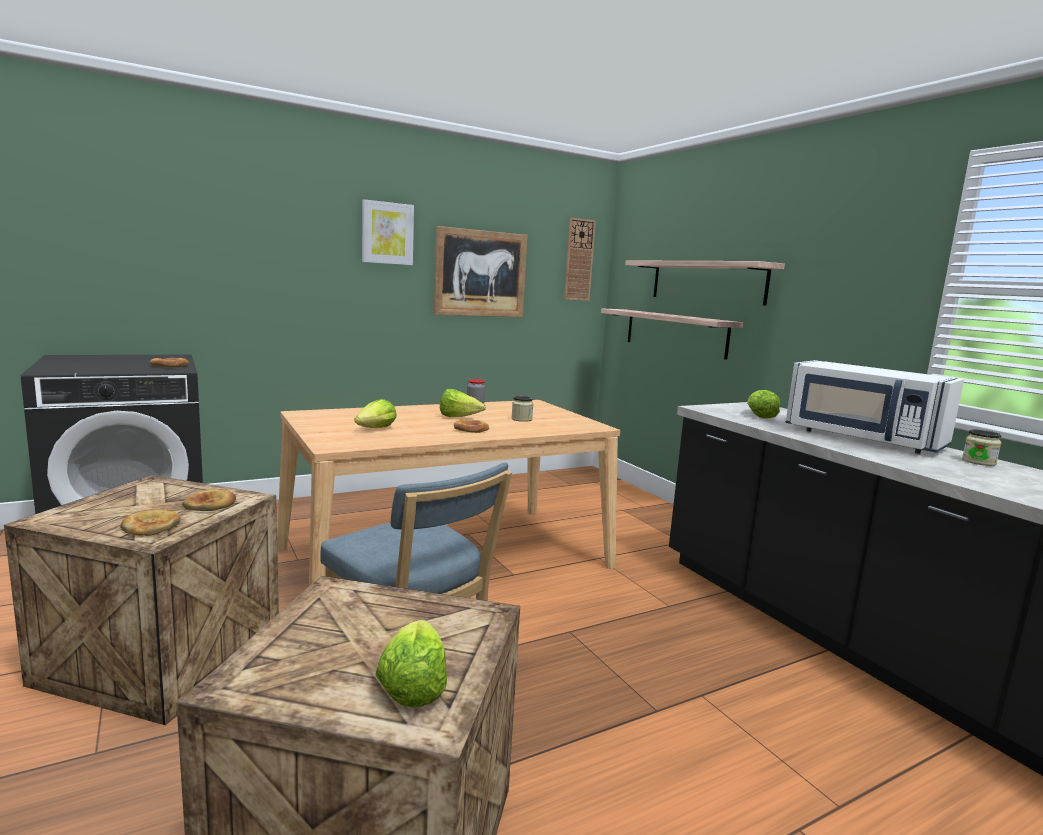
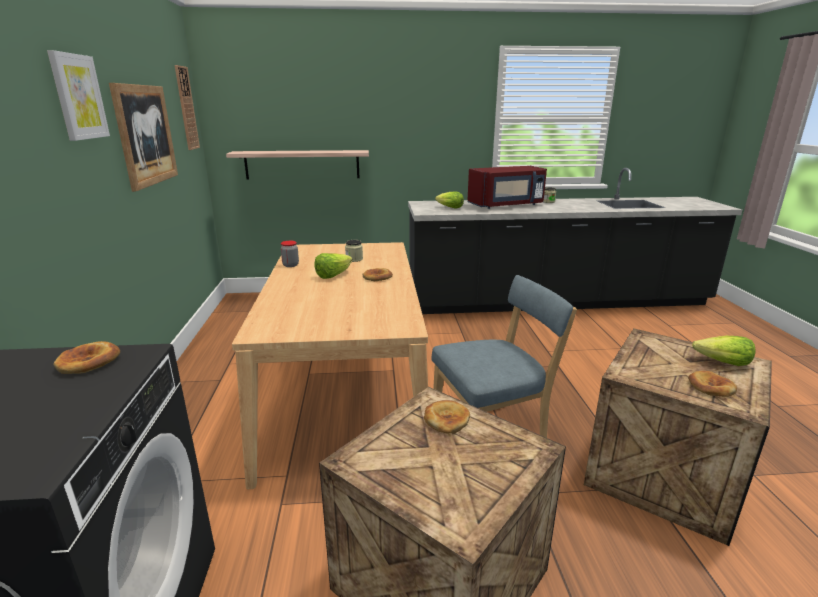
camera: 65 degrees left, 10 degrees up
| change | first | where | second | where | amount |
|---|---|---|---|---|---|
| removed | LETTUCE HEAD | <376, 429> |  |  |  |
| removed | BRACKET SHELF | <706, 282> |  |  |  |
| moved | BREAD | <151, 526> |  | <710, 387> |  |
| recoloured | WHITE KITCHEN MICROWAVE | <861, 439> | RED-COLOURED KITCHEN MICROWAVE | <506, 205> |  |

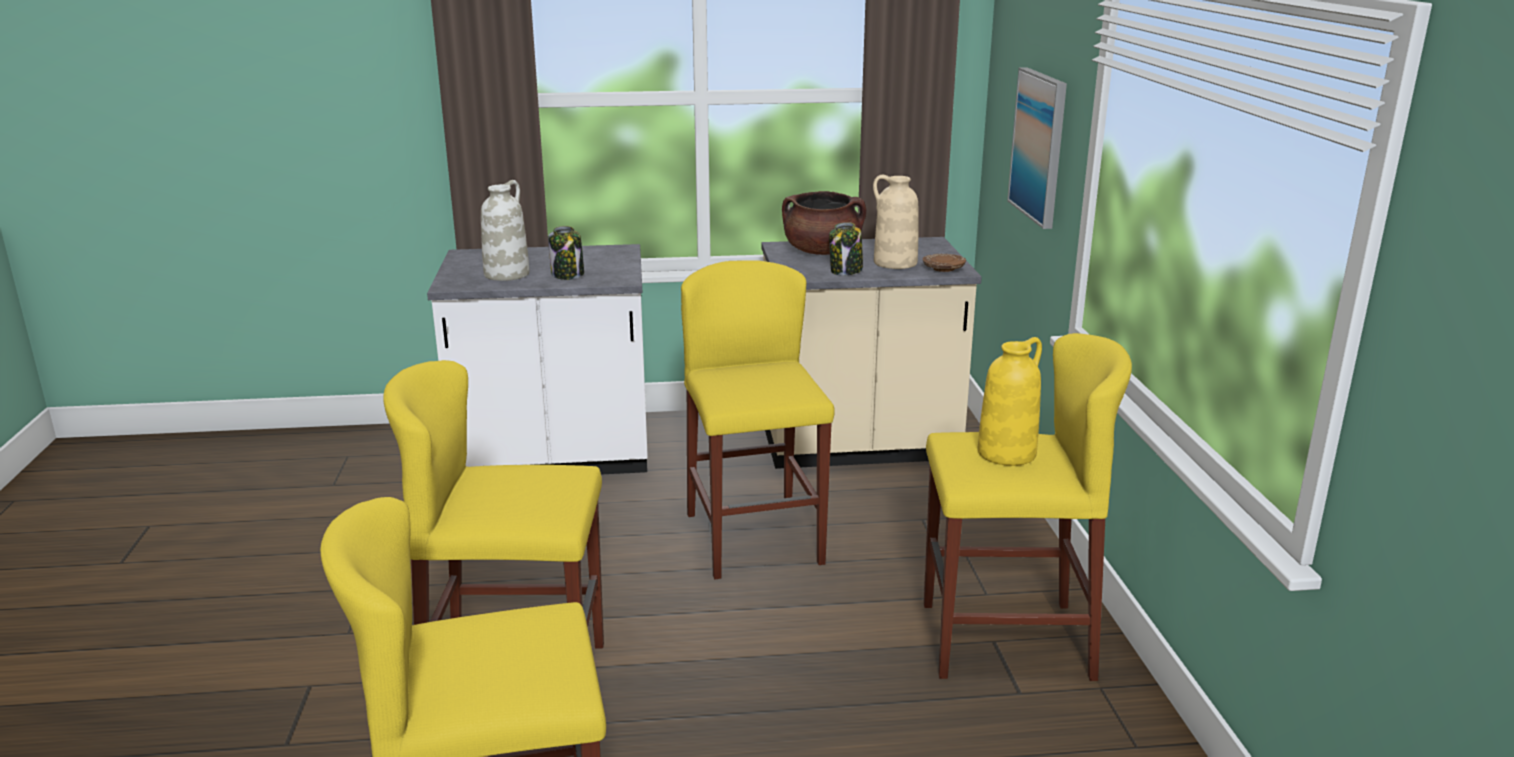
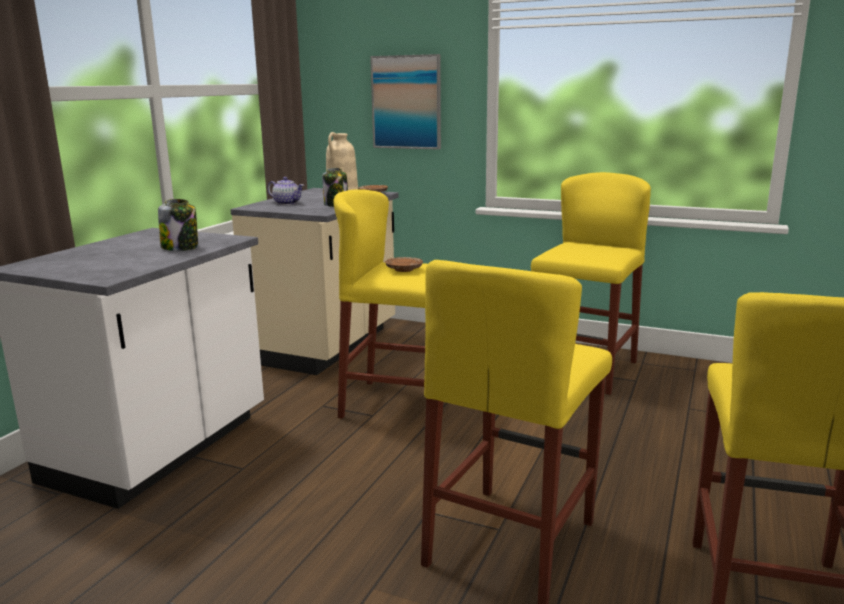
camera: 60 degrees left, 5 degrees down
| change | first | where | second | where | amount |
|---|---|---|---|---|---|
| removed | WHITE DECORATIVE VASE | <507, 274> |  |  |  |
| removed | YELLOWISH DECORATIVE VASE | <1007, 452> |  |  |  |
| added |  |  | BROWN FLAT DISH | <404, 270> |  |
| replaced | BROWN COOKING POT | <822, 252> | POT FOR TEA | <287, 203> |  |

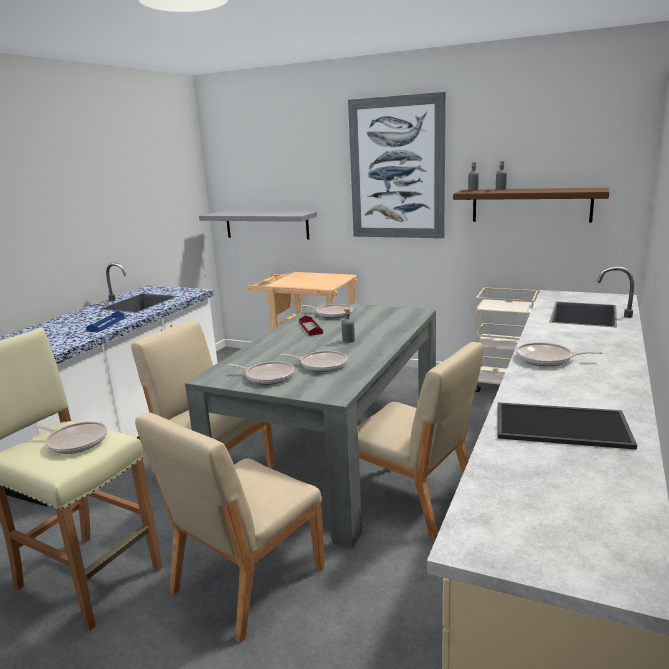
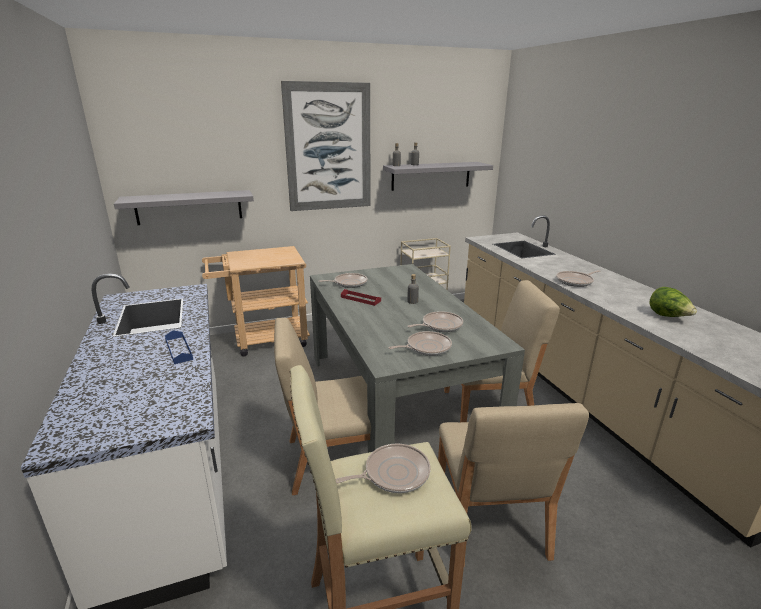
camera: 45 degrees left, 5 degrees up
| change | first | where | second | where | amount |
|---|---|---|---|---|---|
| replaced | CARRYING TRAY | <562, 425> | LETTUCE HEAD | <668, 316> |  |
| recoloured | BROWN BRACKET SHELF | <531, 205> | GREY BRACKET SHELF | <431, 176> |  |

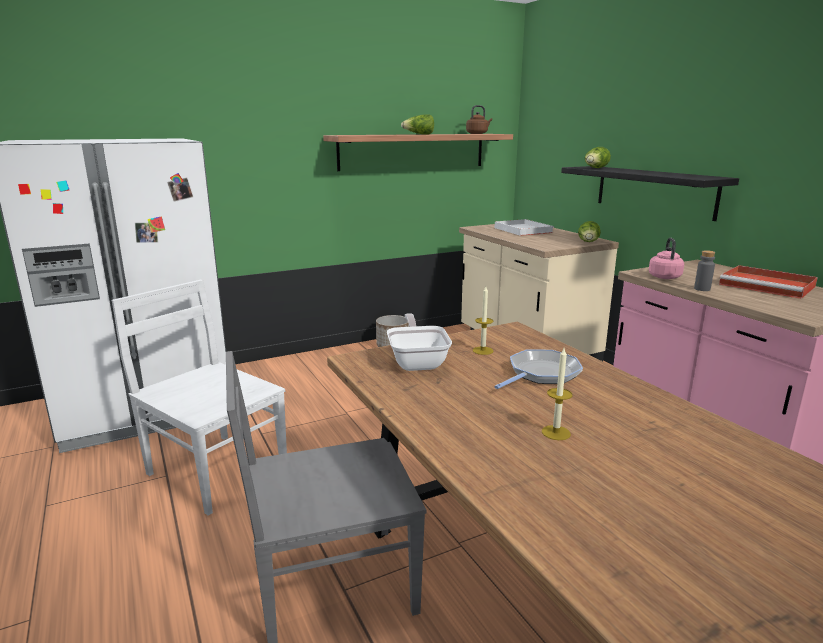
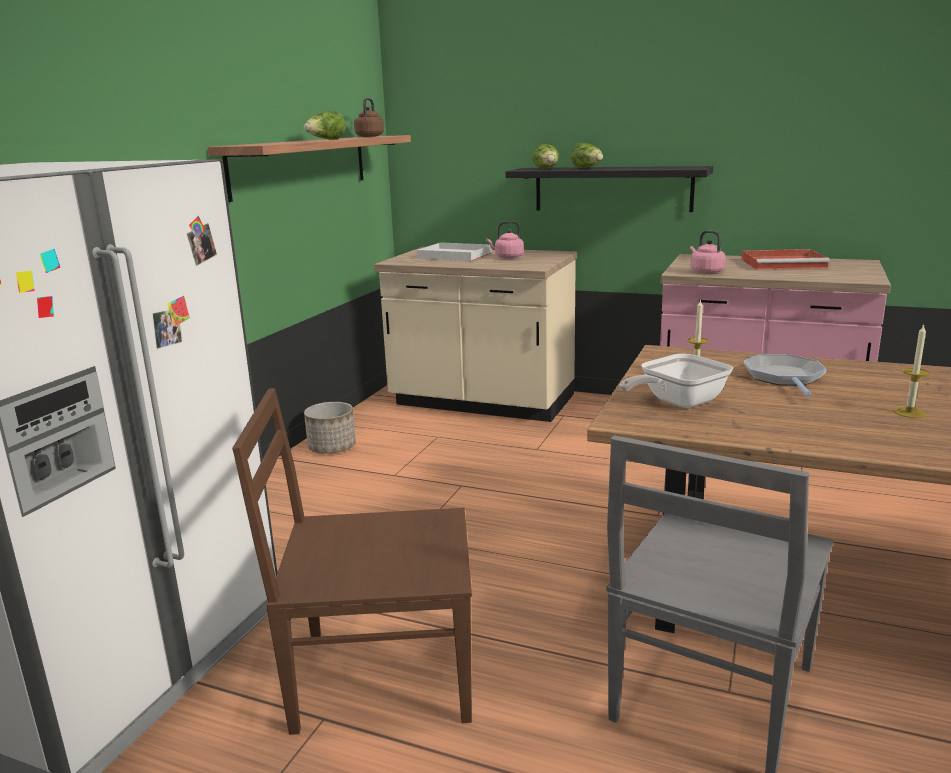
camera: 40 degrees left, 0 degrees up
| change | first | where | second | where | amount |
|---|---|---|---|---|---|
| removed | GREY BOTTLE | <702, 289> |  |  |  |
| added |  |  | PINKISH KETTLE | <507, 257> |  |
| moved | LETTUCE HEAD | <588, 243> |  | <588, 168> |  |
| recoloured | WHITE PLAIN CHAIR | <215, 470> | BROWN PLAIN CHAIR | <379, 675> |  |
| turned | PAN | <417, 361> |  | <677, 402> | 75 degrees counterclockwise |

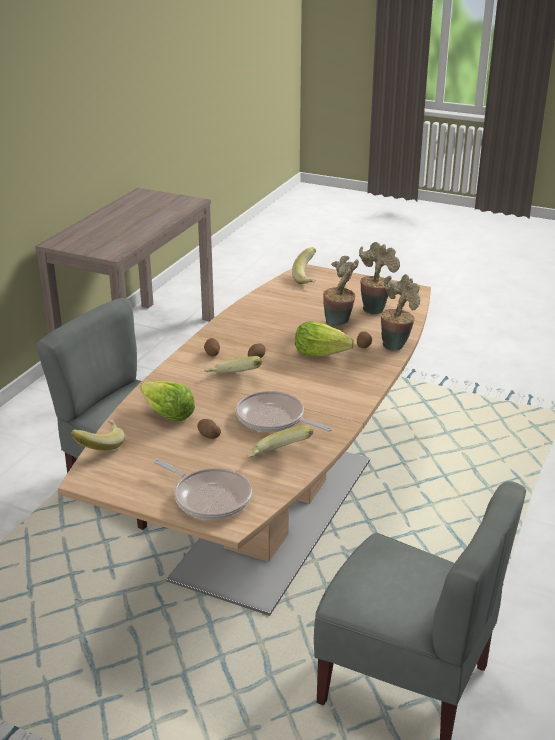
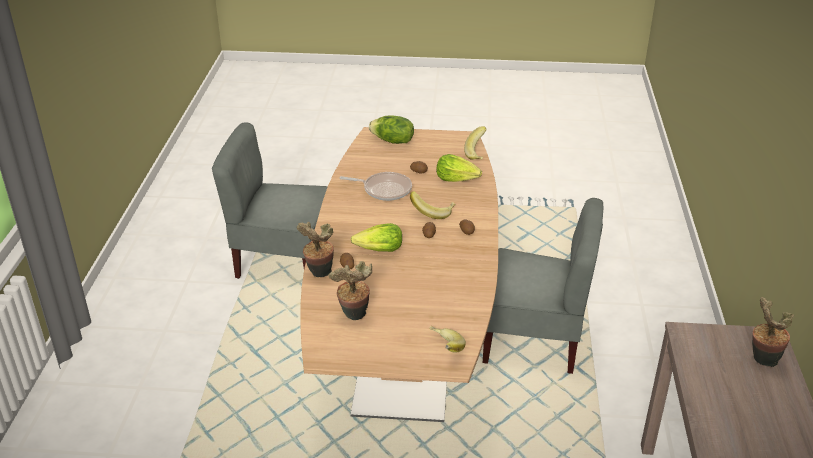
camera: 160 degrees right, 5 degrees up
| change | first | where | second | where | amount |
|---|---|---|---|---|---|
| removed | BANANA FRUIT | <279, 457> |  |  |  |
| moved | PLANT IN A POT | <339, 323> |  | <762, 359> |  |
| replaced | PAN | <209, 497> | LETTUCE HEAD | <392, 141> |  |

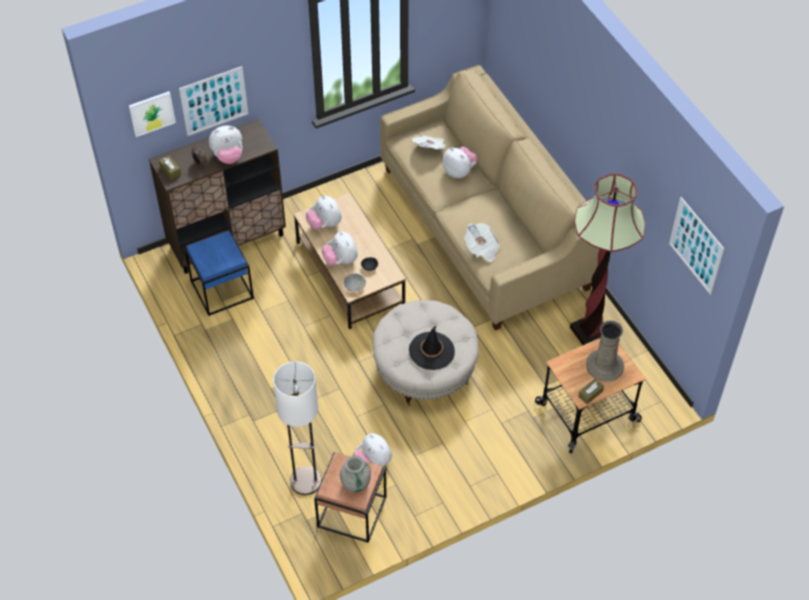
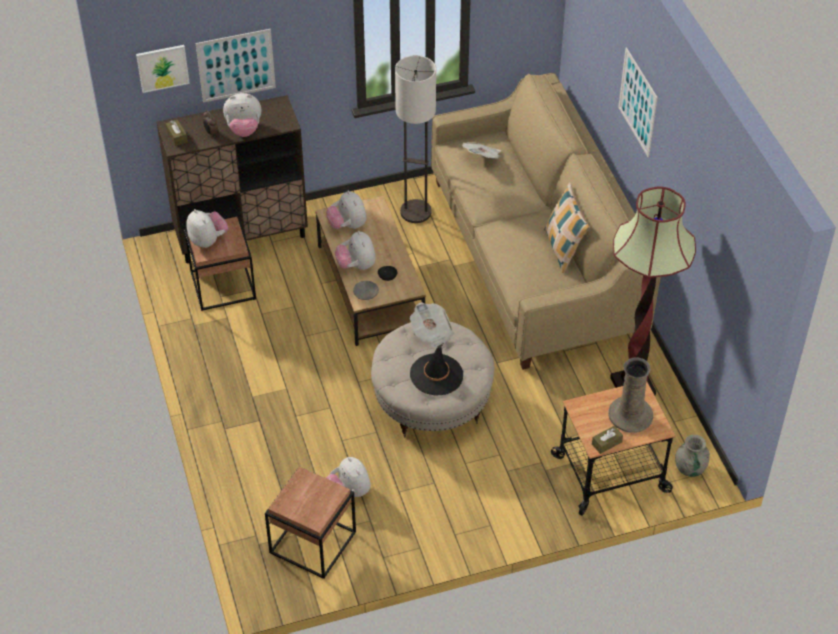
camera: 10 degrees right, 5 degrees down
| change | first | where | second | where | amount |
|---|---|---|---|---|---|
| added |  |  | PILLOW | <563, 249> |  |
| moved | FLOOR LAMP | <305, 481> |  | <415, 212> |  |
| moved | GREY DECORATIVE VASE | <355, 483> |  | <690, 468> |  |
| moved | PLUSH TOY | <459, 171> |  | <208, 240> |  |
| moved | DAILY PAPER | <482, 248> |  | <431, 334> |  |
| moved | WALL ART | <696, 245> |  | <637, 102> |  |
| recoloured | BLUE-COLOURED END TABLE | <221, 289> | BROWN END TABLE | <222, 285> |  |

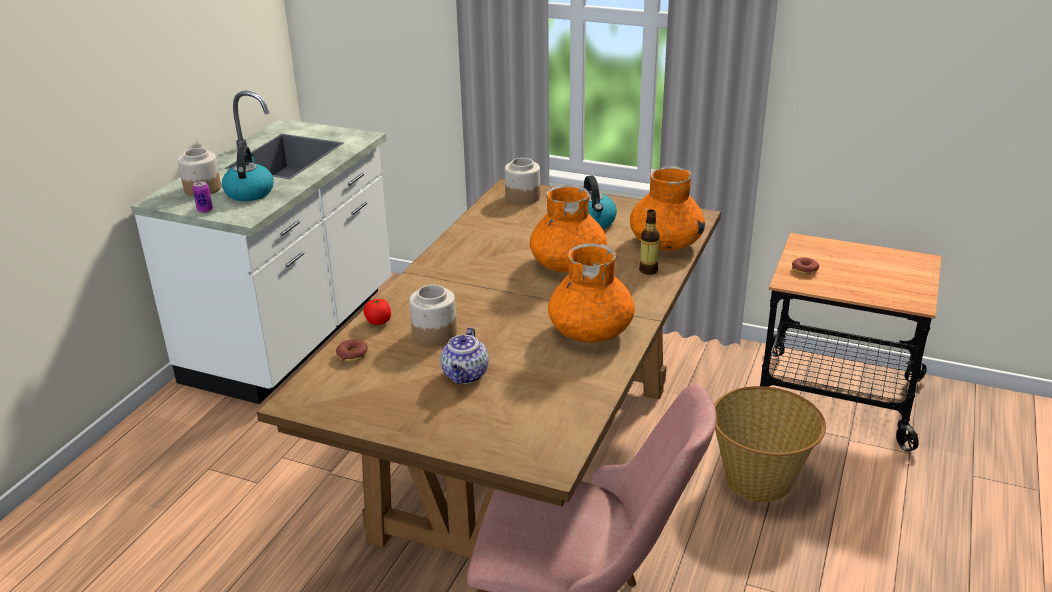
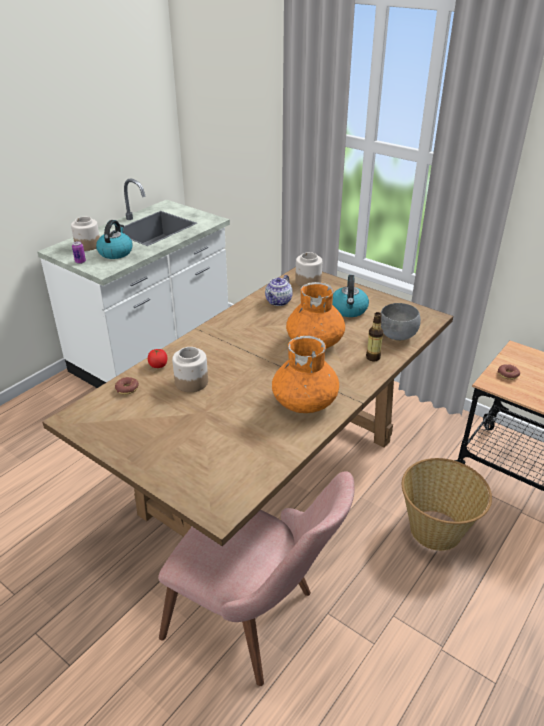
camera: 15 degrees right, 5 degrees up
| change | first | where | second | where | amount |
|---|---|---|---|---|---|
| moved | POT FOR TEA | <465, 375> |  | <278, 302> |  |
| replaced | ORANGE-COLOURED DECORATIVE VASE | <665, 243> | GREY DEEP DISH | <397, 336> |  |

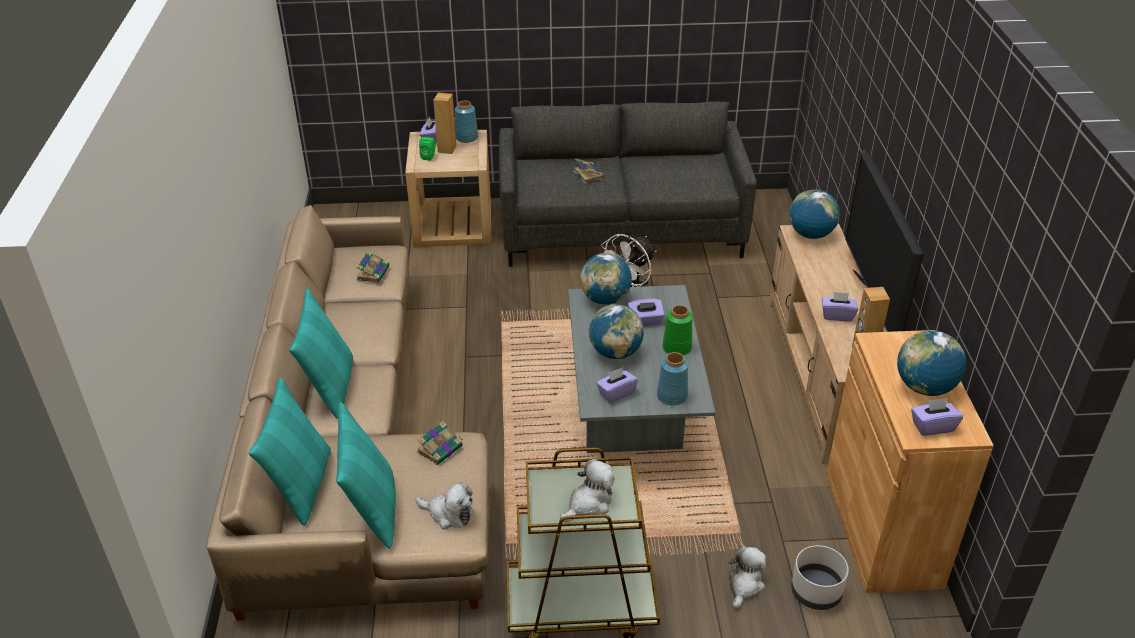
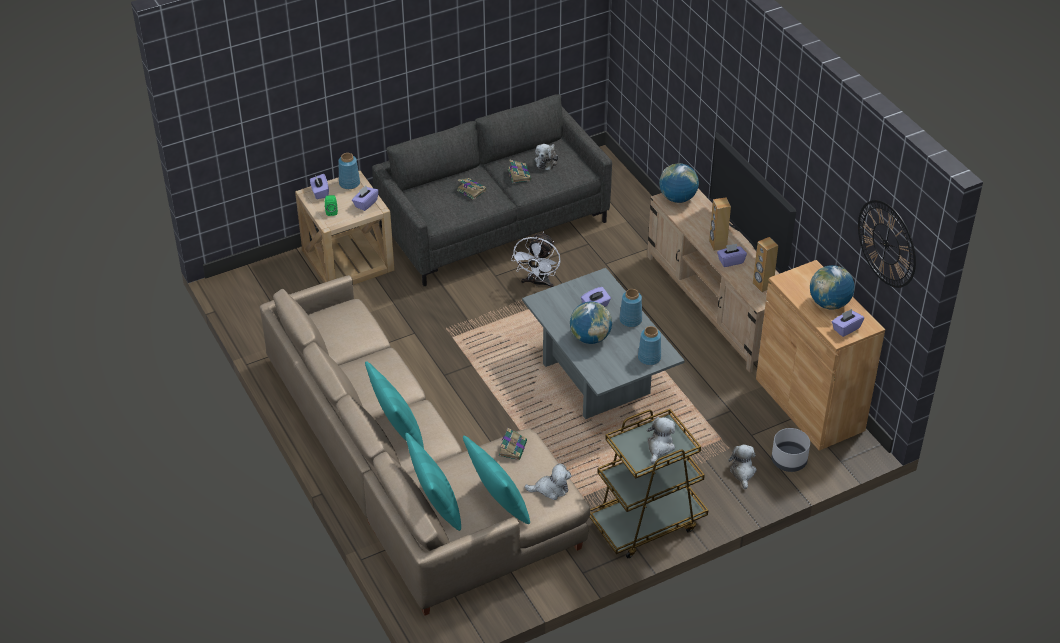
camera: 25 degrees left, 5 degrees up
| change | first | where | second | where | amount |
|---|---|---|---|---|---|
| removed | GLOBE | <605, 299> |  |  |  |
| added |  |  | PLUSH TOY | <546, 161> |  |
| added |  |  | HANGING CLOCK | <886, 243> |  |
| moved | BOOK | <373, 272> |  | <519, 174> |  |
| moved | BROWN SPEAKER | <446, 149> |  | <717, 244> |  |
| moved | PURPLE-COLOURED TISSUE HOLDER | <616, 393> |  | <365, 203> |  |
| recoloured | GREEN DECORATIVE VASE | <677, 348> | BLUE-COLOURED DECORATIVE VASE | <630, 320> |  |

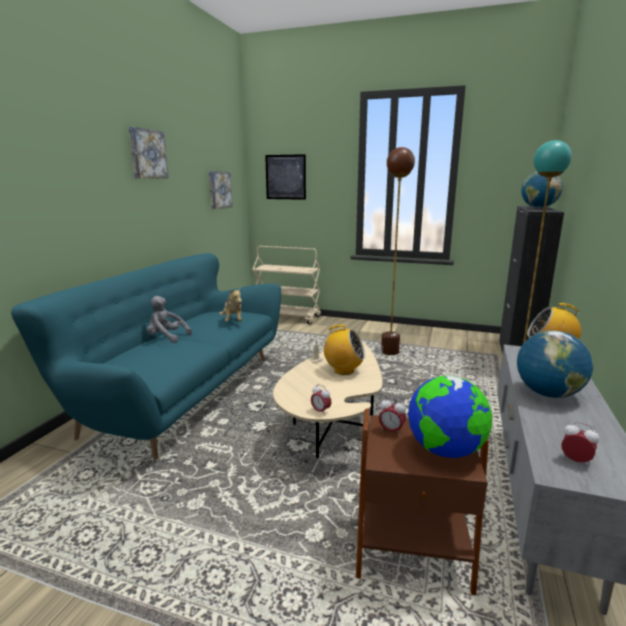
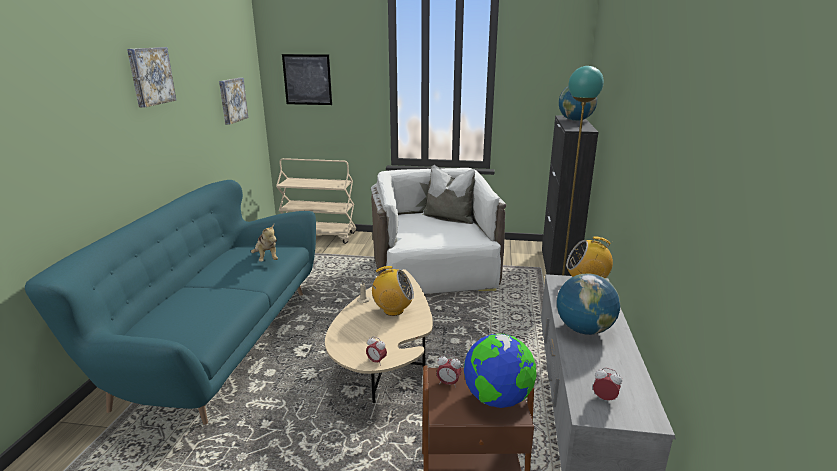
camera: 10 degrees left, 5 degrees up
| change | first | where | second | where | amount |
|---|---|---|---|---|---|
| removed | GREY PLUSH TOY | <166, 338> |  |  |  |
| replaced | BROWN FLOOR LAMP | <390, 352> | WHITE EASY CHAIR | <434, 272> |  |

